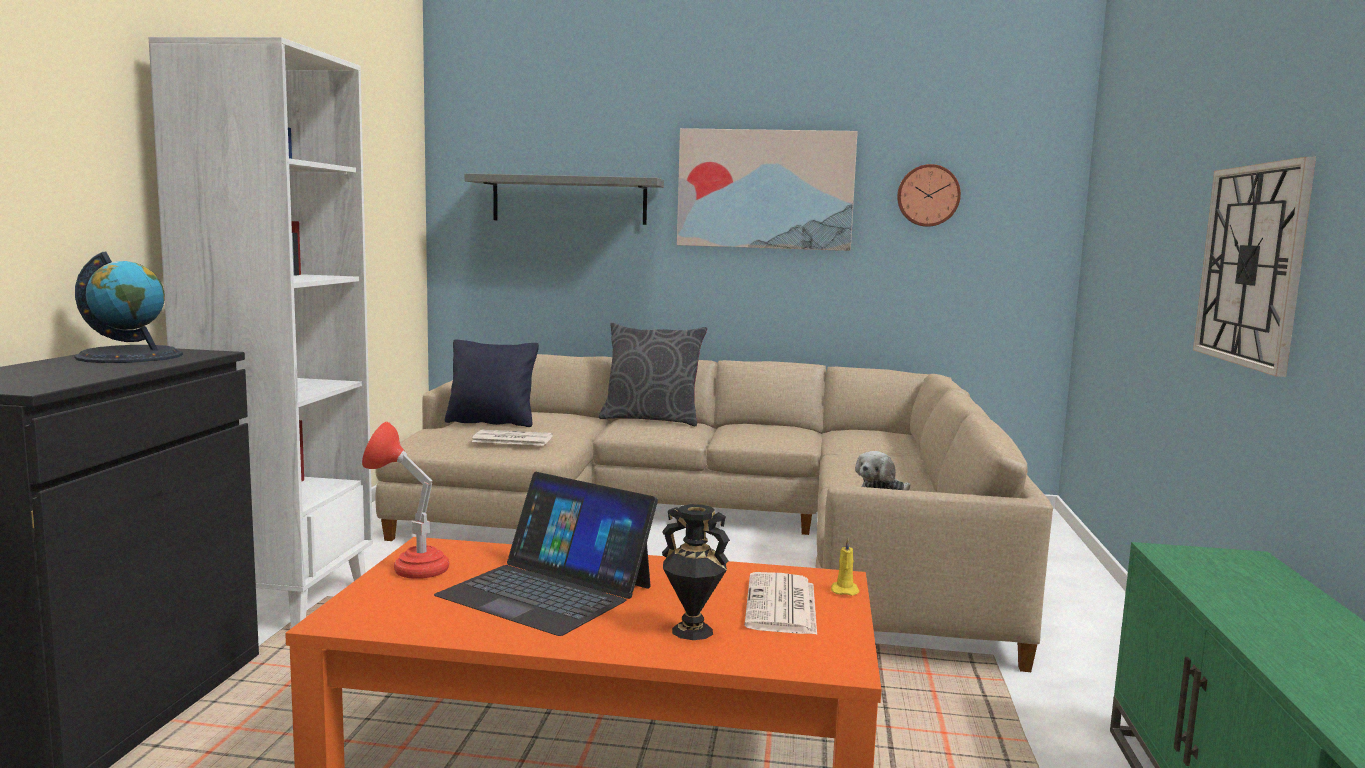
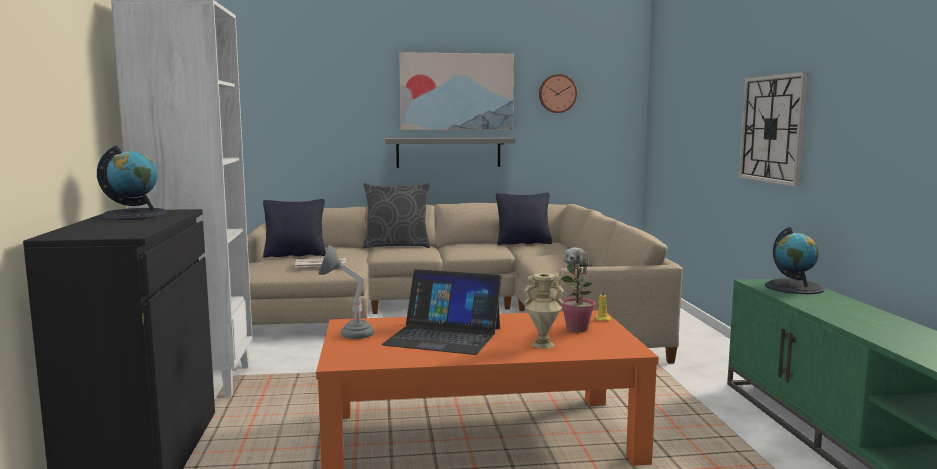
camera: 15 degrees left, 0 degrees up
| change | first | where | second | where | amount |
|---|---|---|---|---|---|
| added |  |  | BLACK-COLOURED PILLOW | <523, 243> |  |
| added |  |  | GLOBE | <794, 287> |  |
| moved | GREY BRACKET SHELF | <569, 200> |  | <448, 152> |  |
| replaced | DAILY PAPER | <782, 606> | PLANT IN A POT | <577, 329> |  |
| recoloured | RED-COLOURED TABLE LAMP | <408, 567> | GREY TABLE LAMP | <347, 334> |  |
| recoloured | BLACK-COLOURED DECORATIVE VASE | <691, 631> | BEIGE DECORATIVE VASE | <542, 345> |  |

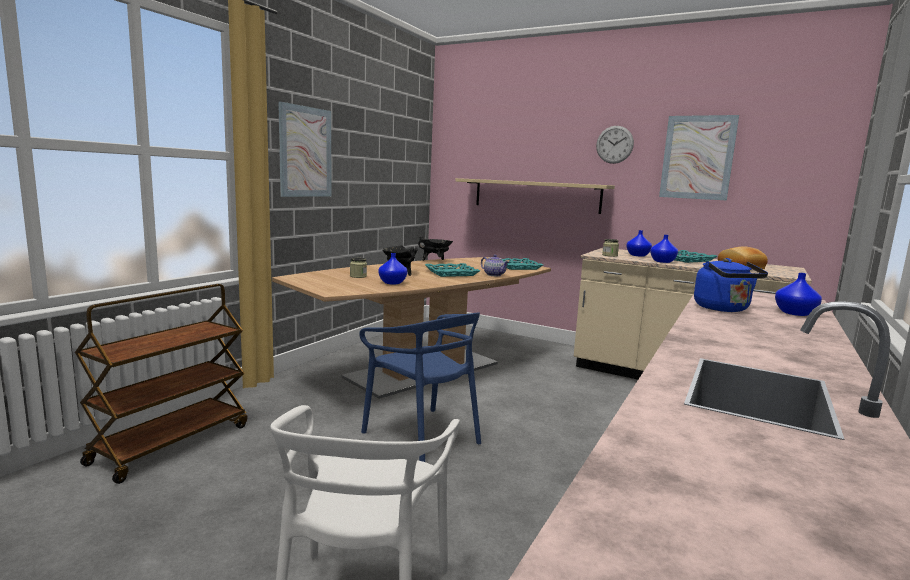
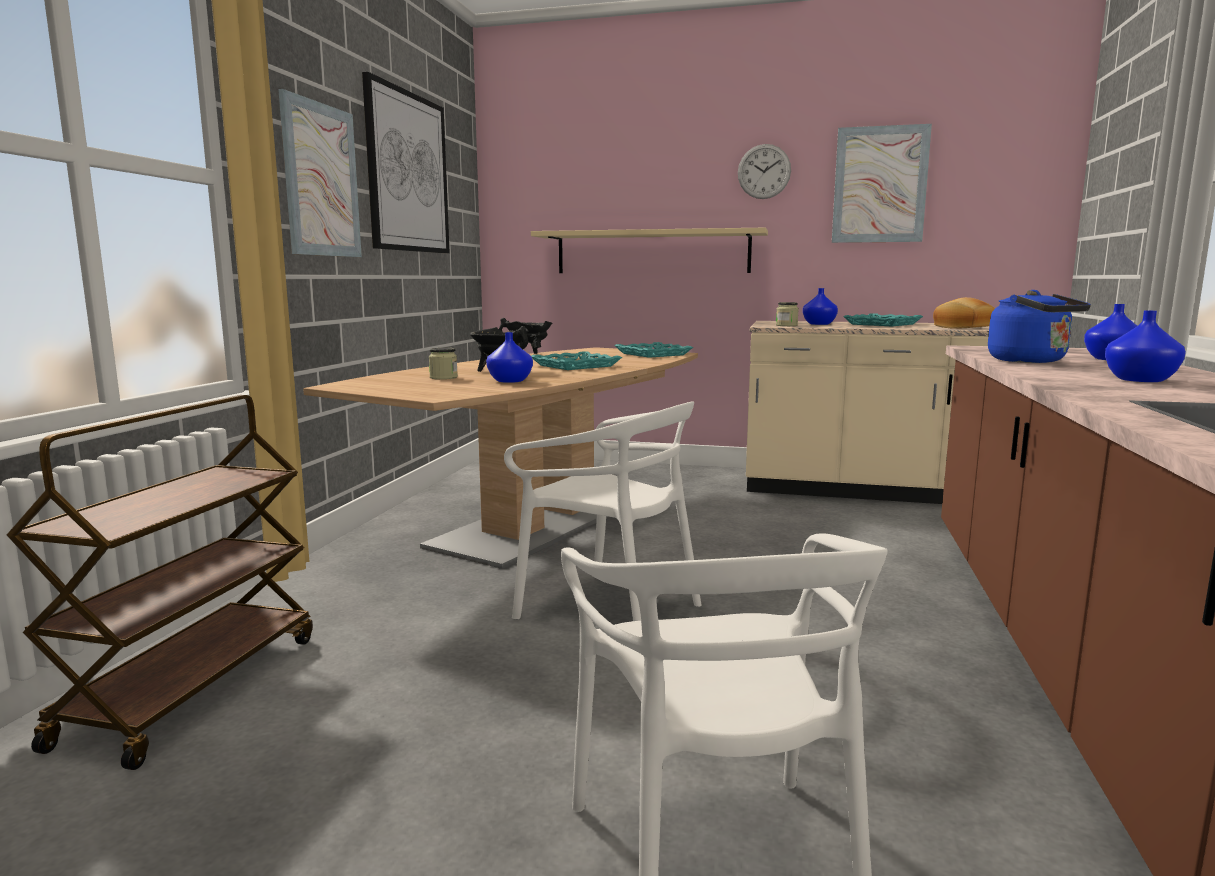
camera: 15 degrees left, 0 degrees up
| change | first | where | second | where | amount |
|---|---|---|---|---|---|
| removed | POT FOR TEA | <494, 275> |  |  |  |
| added |  |  | WALL ART | <407, 173> |  |
| moved | BLUE-COLOURED DECORATIVE VASE | <663, 261> |  | <1142, 380> |  |
| recoloured | BLUE-COLOURED PLAIN CHAIR | <422, 436> | WHITE PLAIN CHAIR | <609, 609> |  |

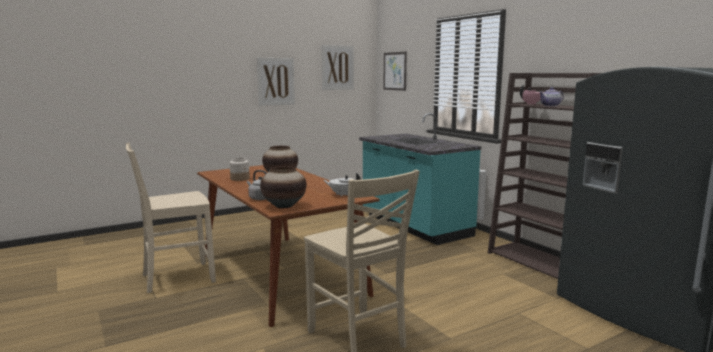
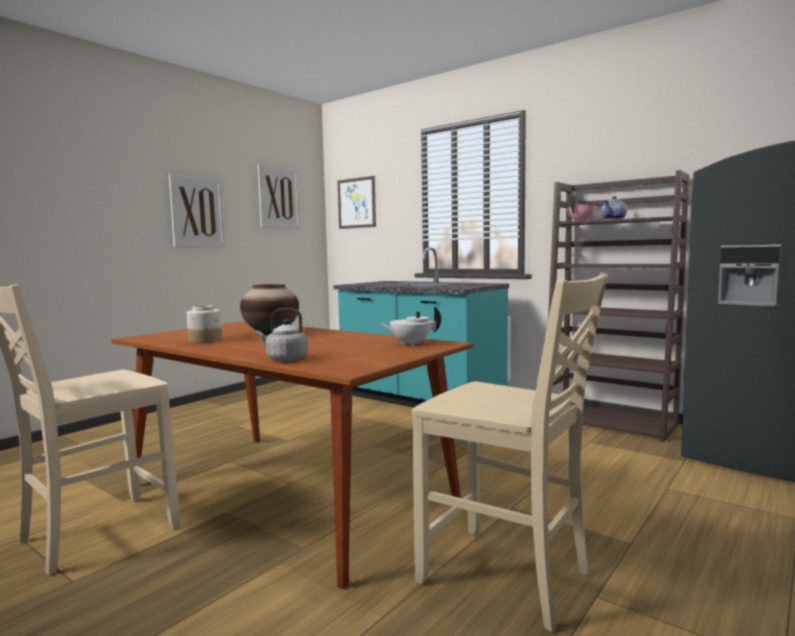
camera: 20 degrees left, 5 degrees down
| change | first | where | second | where | amount |
|---|---|---|---|---|---|
| removed | DECORATIVE VASE | <284, 206> |  |  |  |

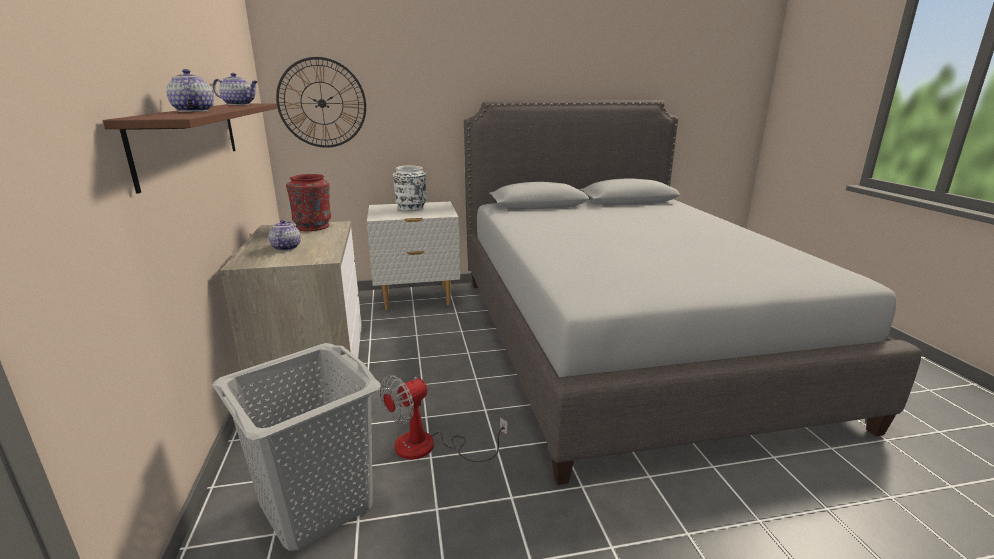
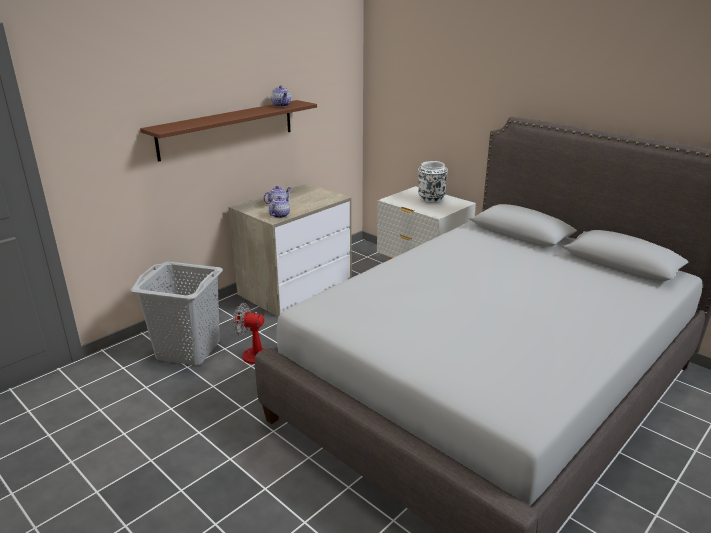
camera: 55 degrees right, 5 degrees up
| change | first | where | second | where | amount |
|---|---|---|---|---|---|
| removed | HANGING CLOCK | <322, 103> |  |  |  |
| removed | RED-COLOURED DECORATIVE VASE | <313, 226> |  |  |  |
| moved | POT FOR TEA | <193, 111> |  | <280, 215> |  |

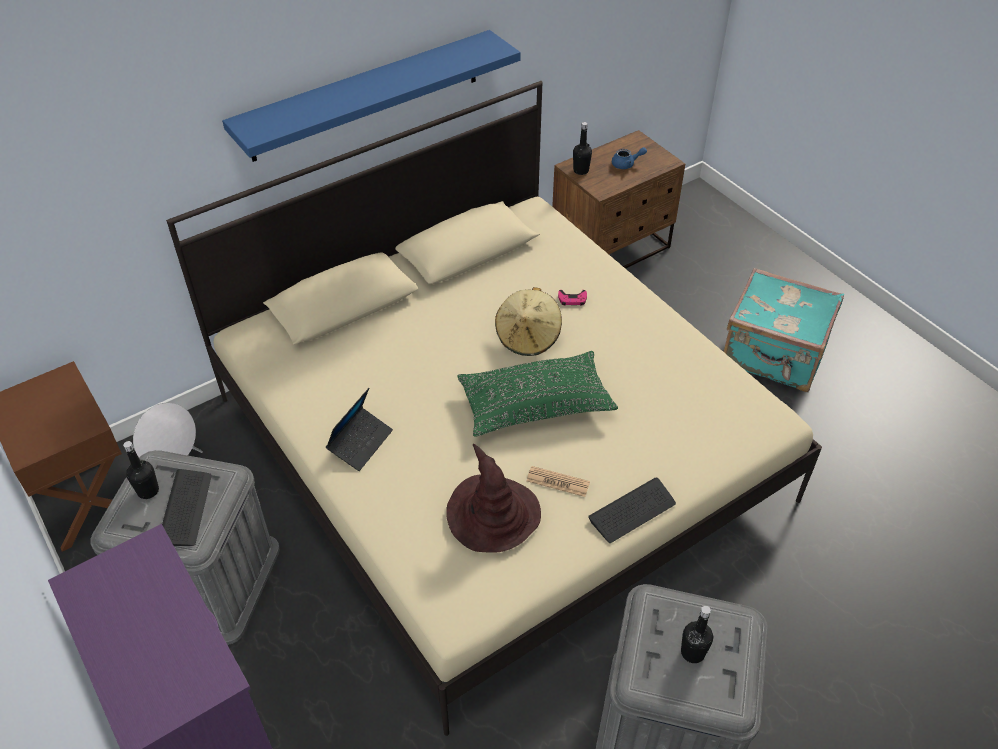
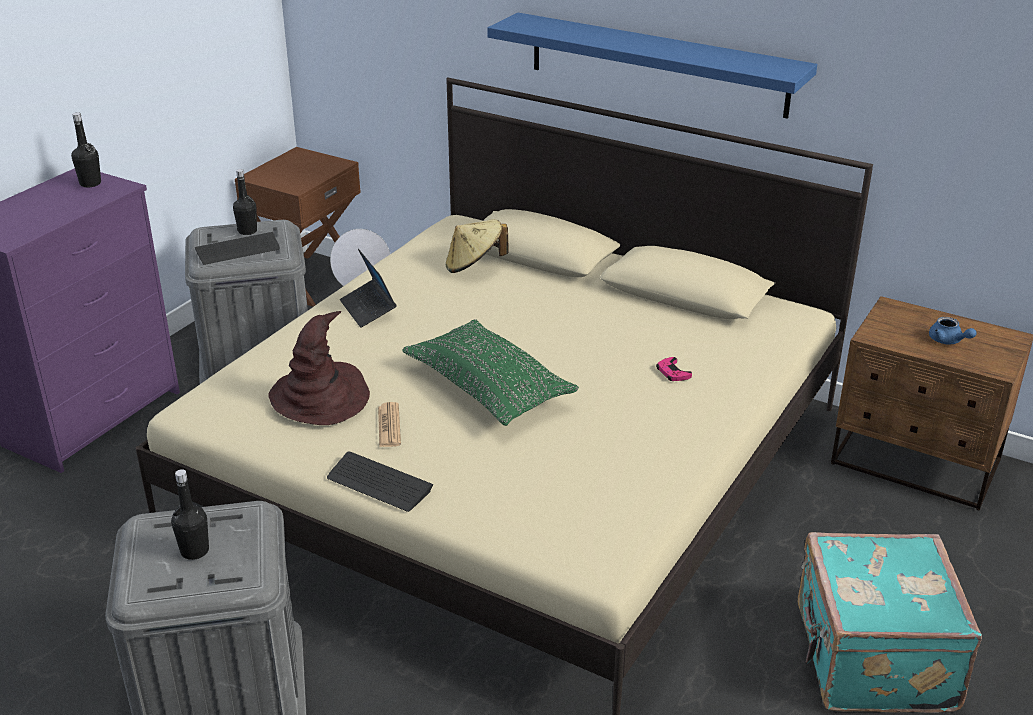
camera: 65 degrees right, 15 degrees down
| change | first | where | second | where | amount |
|---|---|---|---|---|---|
| moved | BEIGE HAT | <528, 337> |  | <474, 265> |  |
| moved | BLACK-COLOURED BOTTLE | <581, 170> |  | <90, 183> |  |
| turned | PORTABLE COMPUTER | <360, 443> |  | <368, 309> | 60 degrees clockwise |

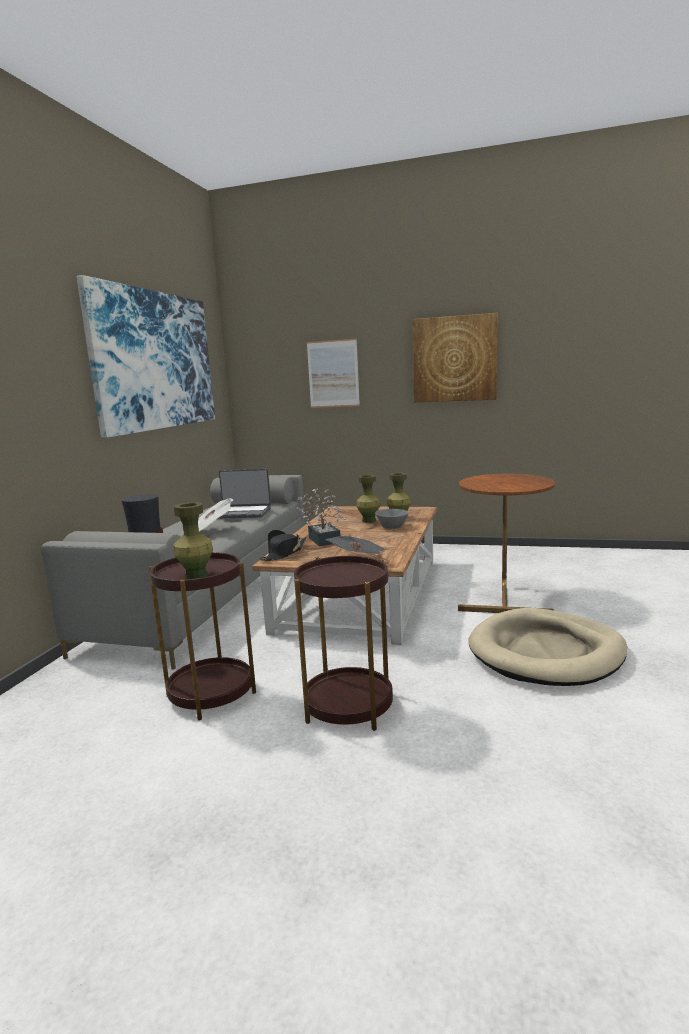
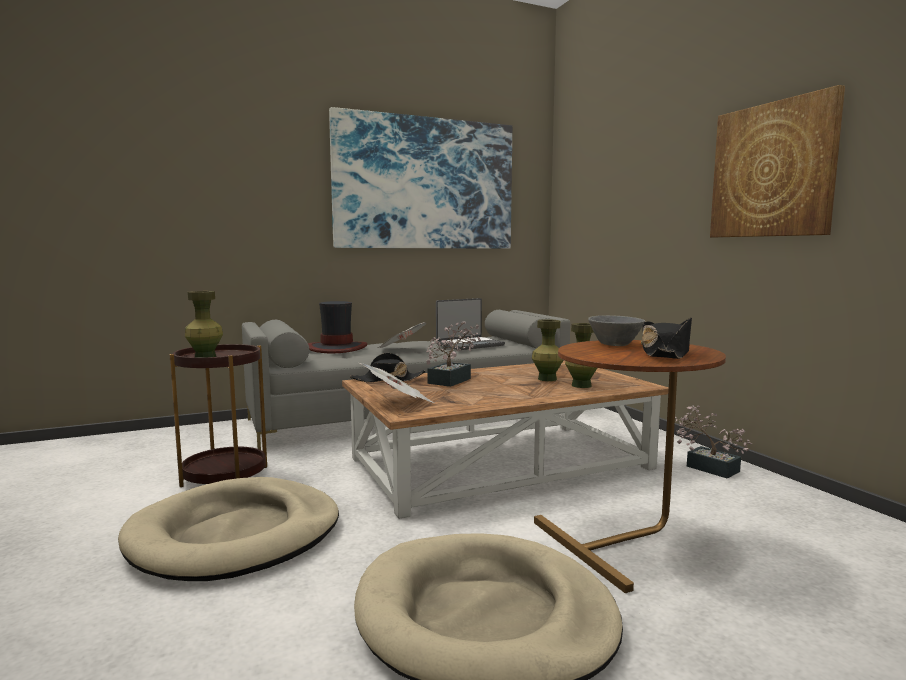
camera: 50 degrees right, 5 degrees down
| change | first | where | second | where | amount |
|---|---|---|---|---|---|
| removed | WALL ART | <333, 374> |  |  |  |
| added |  |  | BLACK-COLOURED HAT | <665, 353> |  |
| added |  |  | PLANT IN A POT | <707, 467> |  |
| moved | GREY DEEP DISH | <392, 527> |  | <614, 344> |  |
| replaced | BROWN END TABLE | <348, 707> | BEIGE PET BED | <236, 535> |  |
| turned | PORTABLE COMPUTER | <242, 513> |  | <469, 345> | 90 degrees counterclockwise |

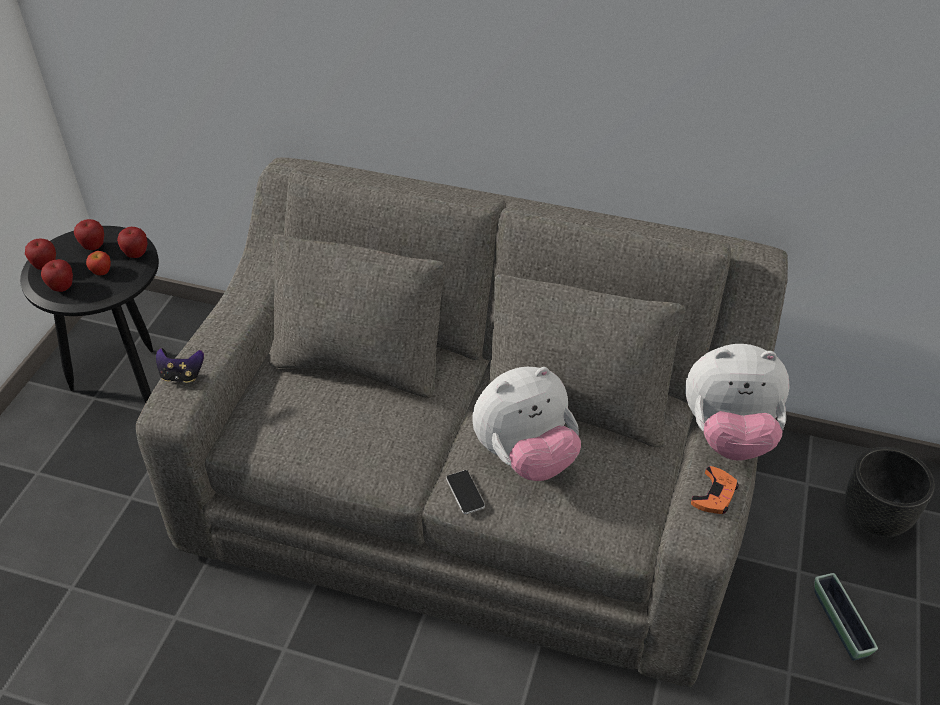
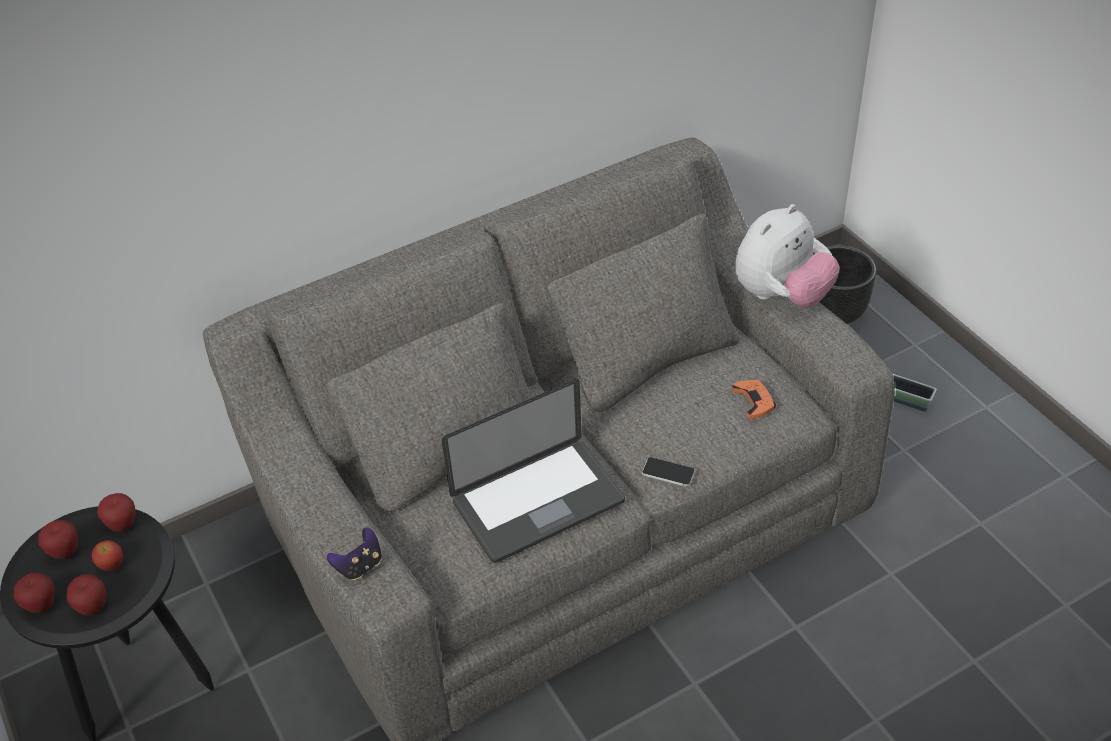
camera: 45 degrees left, 0 degrees up
| change | first | where | second | where | amount |
|---|---|---|---|---|---|
| removed | PLUSH TOY | <525, 456> |  |  |  |
| added |  |  | PORTABLE COMPUTER | <538, 502> |  |
| moved | ORANGE-COLOURED GAME CONTROLLER | <714, 494> |  | <754, 401> |  |

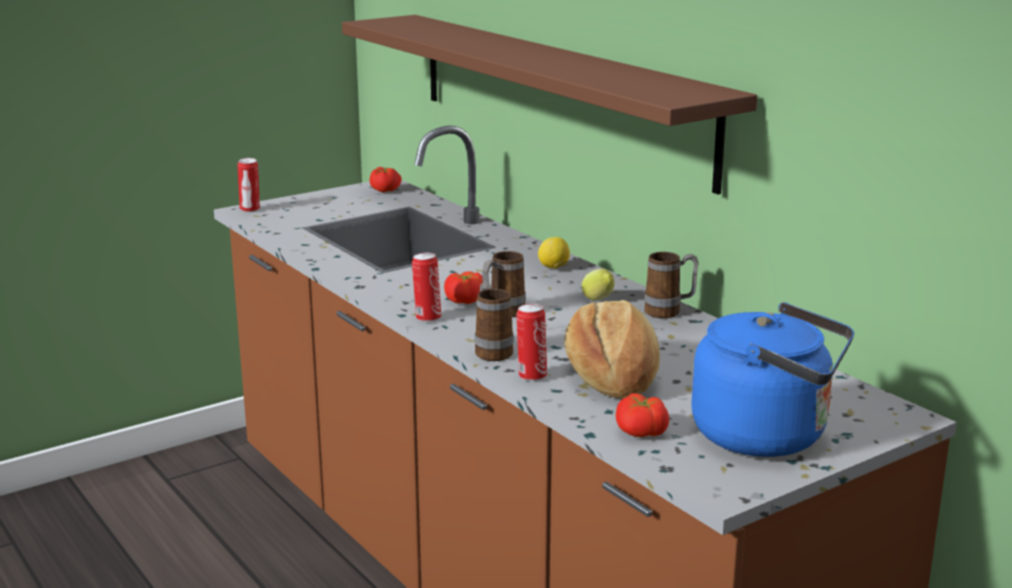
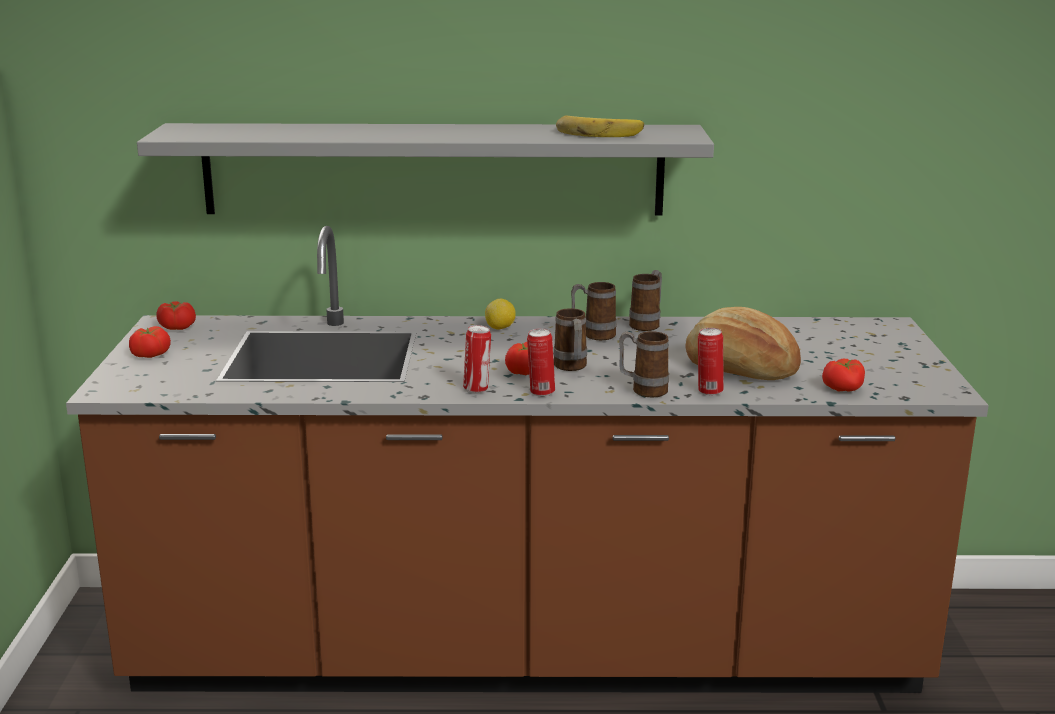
camera: 55 degrees left, 0 degrees up
| change | first | where | second | where | amount |
|---|---|---|---|---|---|
| removed | BLUE-COLOURED KETTLE | <768, 436> |  |  |  |
| added |  |  | TOMATO | <150, 354> |  |
| added |  |  | BANANA FRUIT | <599, 132> |  |
| moved | SEALED CAN | <250, 210> |  | <477, 389> |  |
| replaced | CITRUS FRUIT | <599, 300> | MUG | <593, 335> |  |
| recoloured | BROWN BRACKET SHELF | <557, 94> | GREY BRACKET SHELF | <433, 169> |  |

